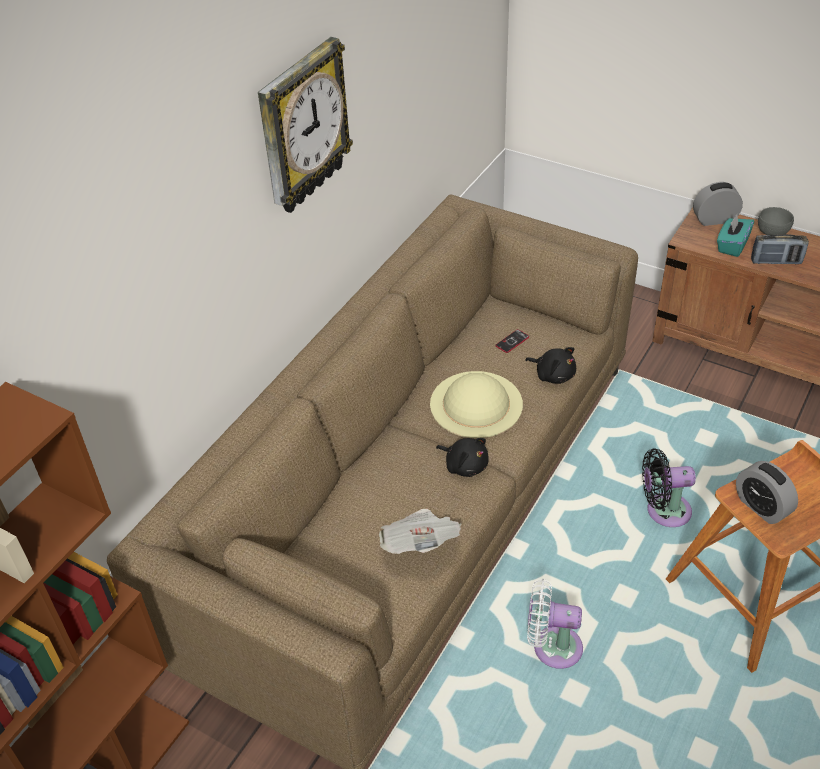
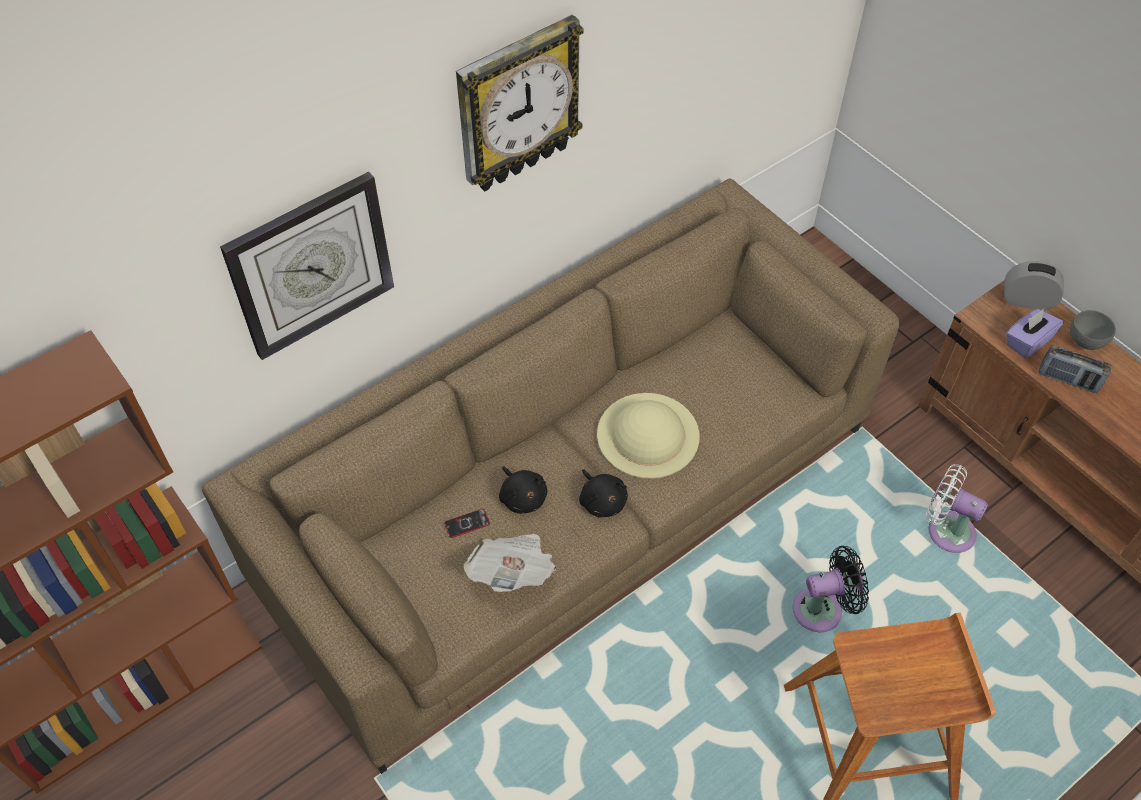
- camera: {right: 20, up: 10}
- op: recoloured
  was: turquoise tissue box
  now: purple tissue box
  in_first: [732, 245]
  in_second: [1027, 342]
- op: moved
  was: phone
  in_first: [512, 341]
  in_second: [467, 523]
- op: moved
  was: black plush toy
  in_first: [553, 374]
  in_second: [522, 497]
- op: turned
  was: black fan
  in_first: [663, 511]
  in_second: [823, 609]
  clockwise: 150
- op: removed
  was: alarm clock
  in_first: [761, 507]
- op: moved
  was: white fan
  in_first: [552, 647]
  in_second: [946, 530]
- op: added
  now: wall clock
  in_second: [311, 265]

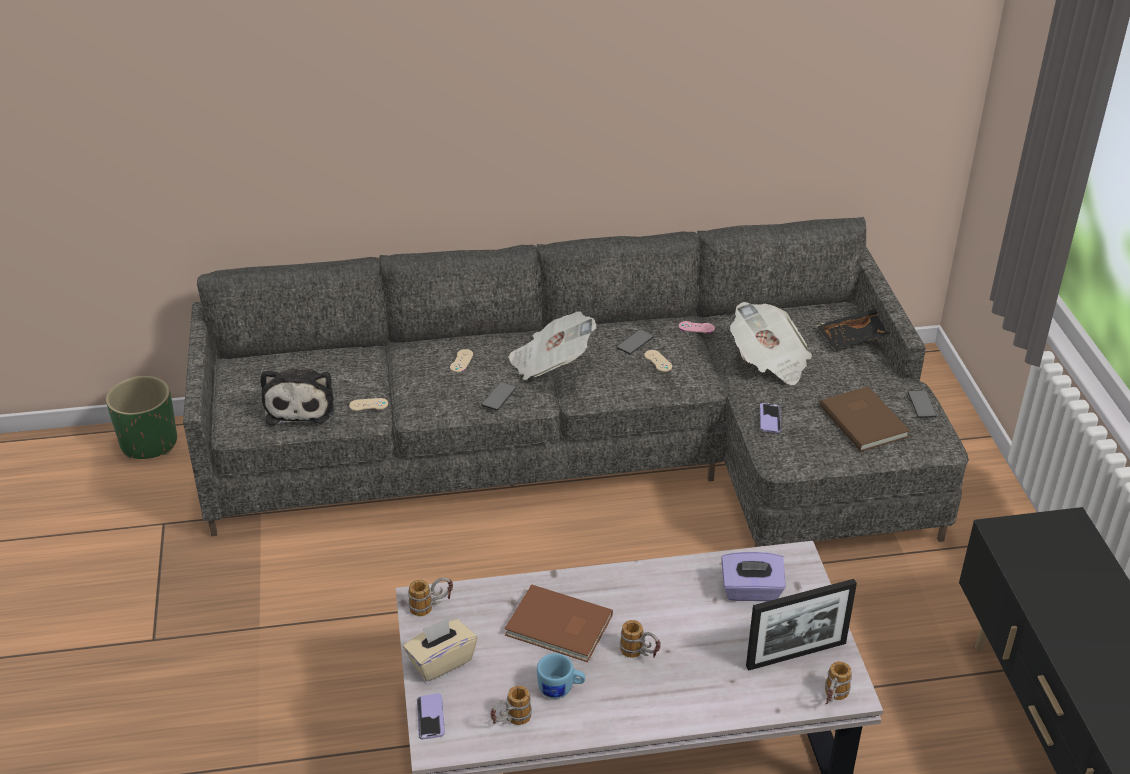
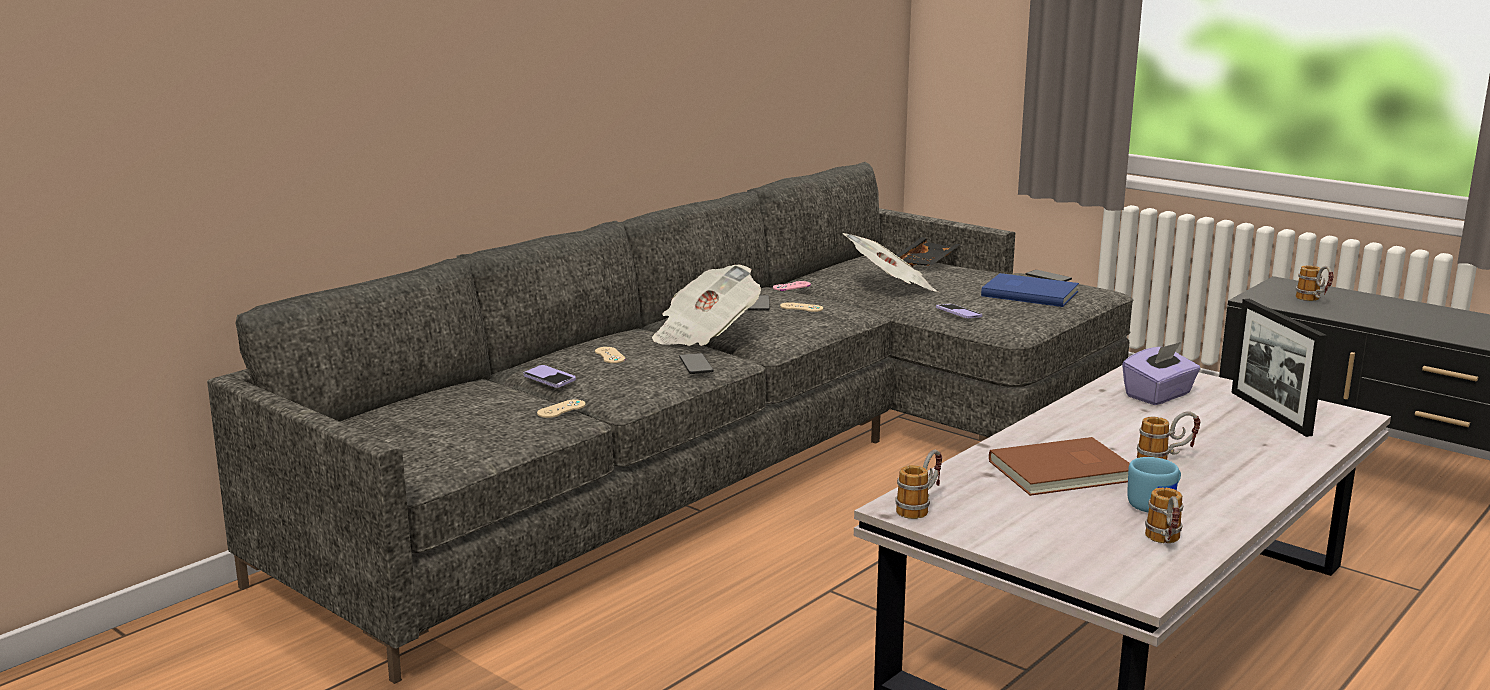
- camera: {right: -40, up: -20}
- op: removed
  was: plush toy
  in_first: [301, 405]
- op: removed
  was: green planter
  in_first: [149, 443]
- op: recoloured
  was: brown book
  now: blue book
  in_first: [865, 420]
  in_second: [1029, 293]
- op: turned
  was: picture frame
  in_first: [796, 654]
  in_second: [1270, 413]
  clockwise: 135
- op: removed
  was: beige tissue box
  in_first: [441, 661]
- op: moved
  was: mug
  in_first: [833, 699]
  in_second: [1313, 300]
- op: moved
  was: phone
  in_first: [430, 717]
  in_second: [549, 378]

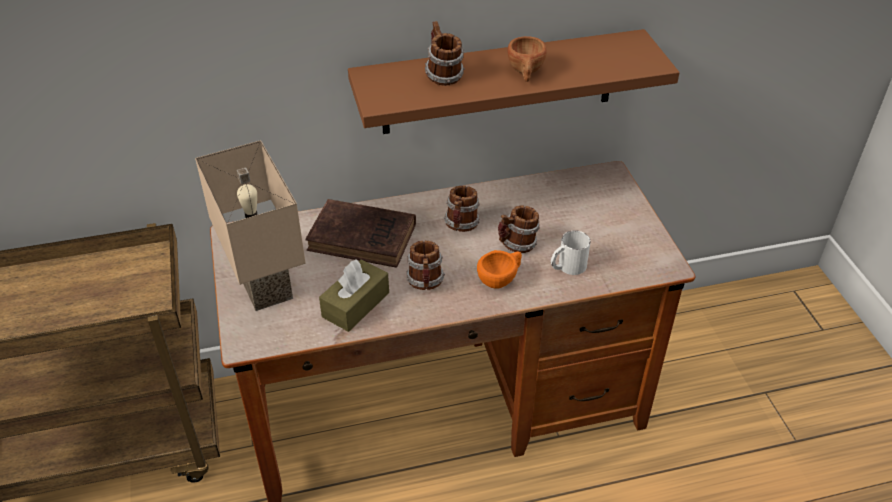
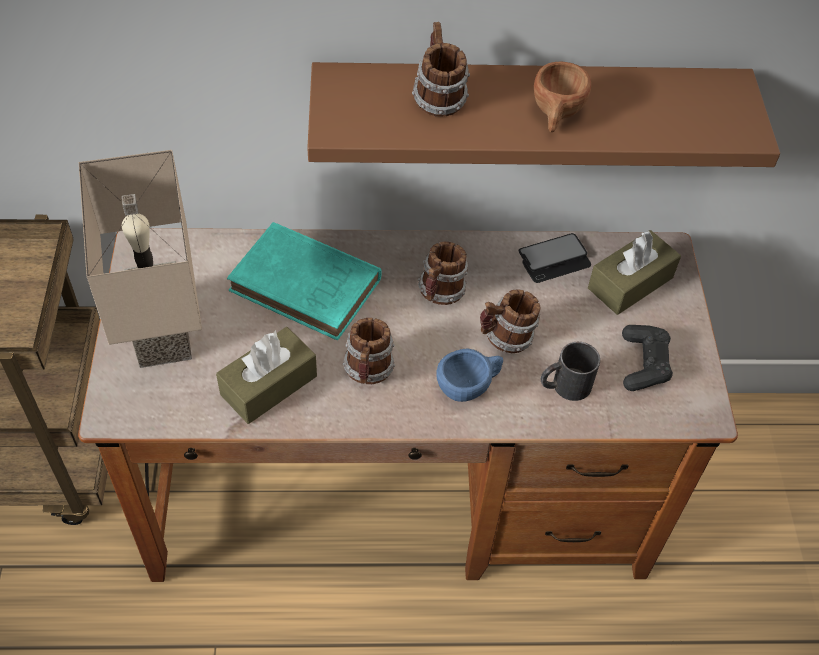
- camera: {right: 10, up: 10}
- op: recoloured
  was: brown book
  now: turquoise book
  in_first: [365, 238]
  in_second: [309, 287]
- op: recoloured
  was: white mug
  now: black mug
  in_first: [567, 267]
  in_second: [564, 386]
- op: recoloured
  was: orange cup
  now: blue cup
  in_first: [501, 279]
  in_second: [469, 386]
- op: added
  now: brown tissue box
  in_second: [630, 283]
- op: added
  now: phone
  in_second: [554, 259]
- op: added
  now: black game controller
  in_second: [644, 363]

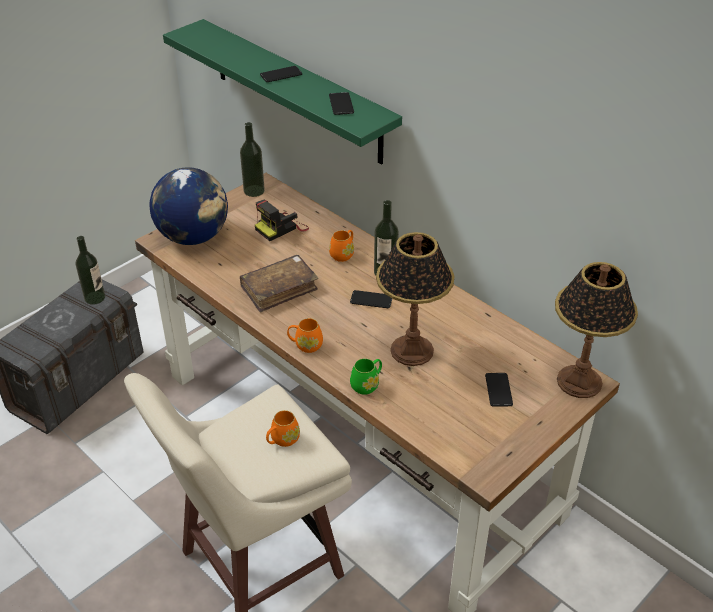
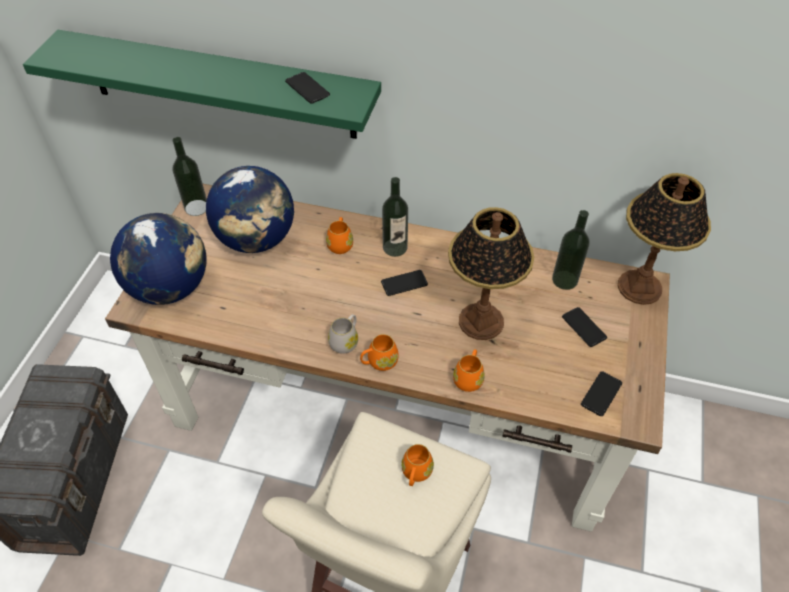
- camera: {right: -30, up: 10}
- op: moved
  was: phone
  in_first: [281, 75]
  in_second: [601, 394]
- op: replaced
  was: photo camera
  now: globe
  in_first: [281, 228]
  in_second: [257, 239]
- op: moved
  was: bottle
  in_first: [95, 298]
  in_second: [564, 280]
- op: removed
  was: brown book
  in_first: [279, 289]
- op: recoloured
  was: green mug
  now: orange mug
  in_first: [367, 384]
  in_second: [468, 378]
- op: added
  now: white mug
  in_second: [345, 341]

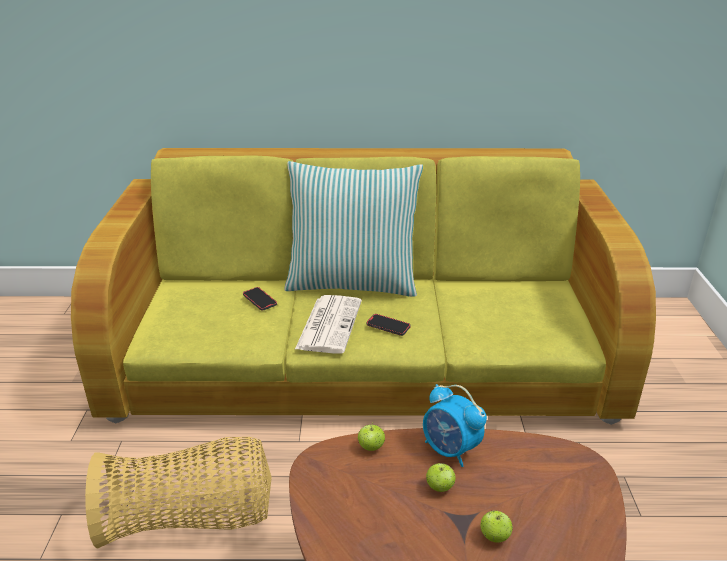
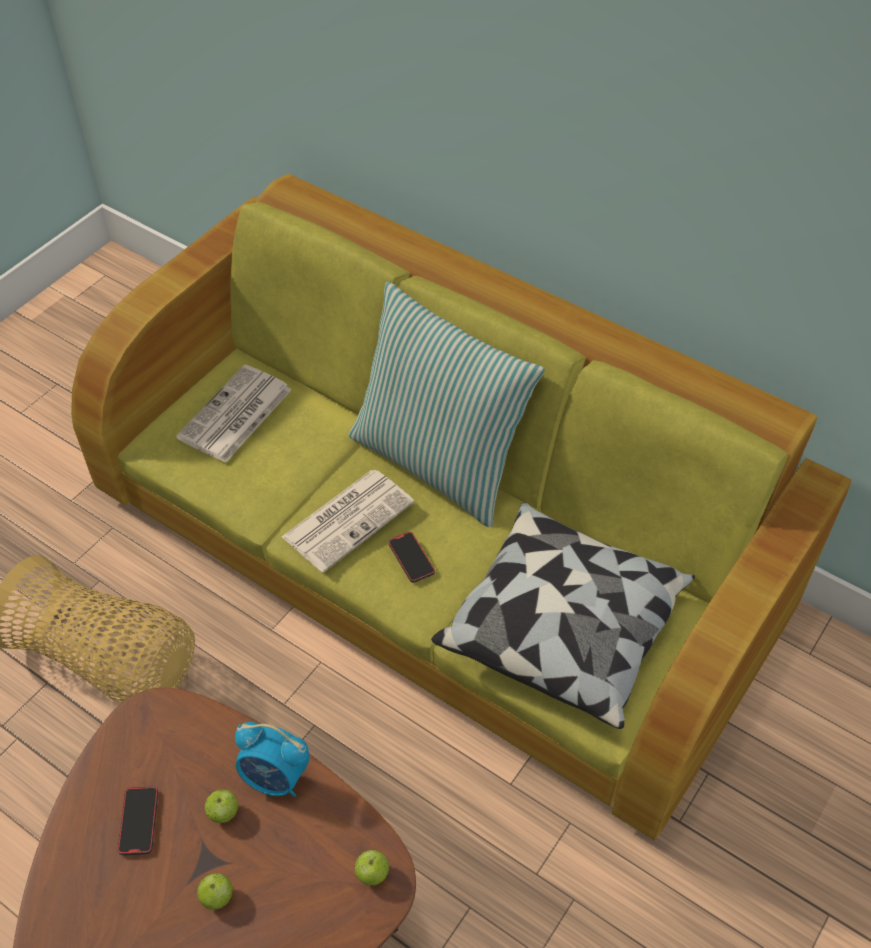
- camera: {right: 35, up: 20}
- op: moved
  was: phone
  in_first: [260, 300]
  in_second: [139, 822]
- op: turned
  was: alarm clock
  in_first: [450, 450]
  in_second: [275, 778]
  clockwise: -60
- op: moved
  was: apple
  in_first: [371, 447]
  in_second: [372, 874]
- op: added
  now: newspaper
  in_second: [235, 415]
- op: added
  now: pillow
  in_second: [563, 627]

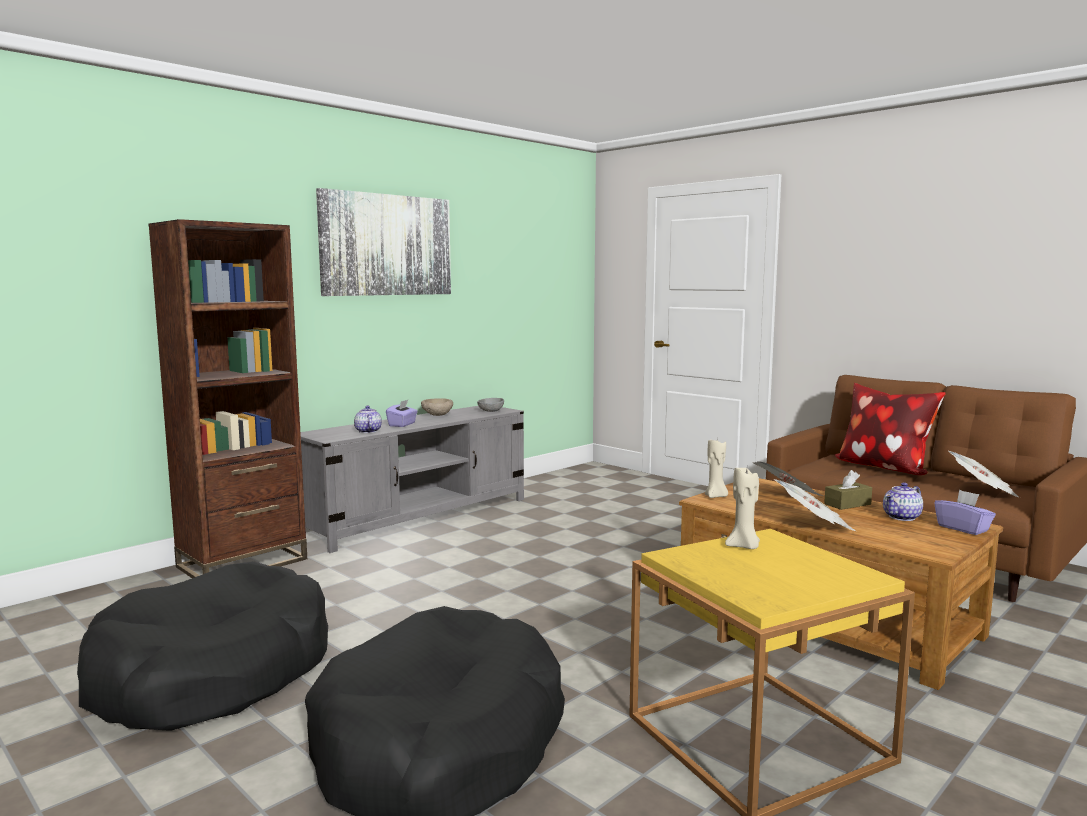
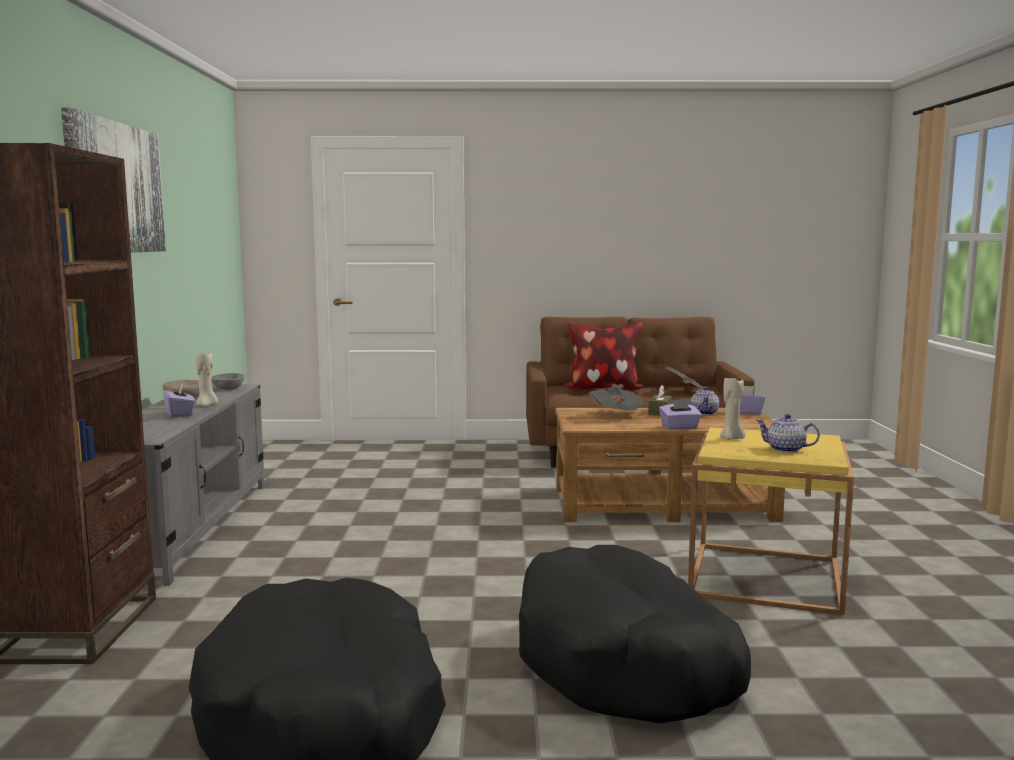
- camera: {right: -45, up: 0}
- op: moved
  was: teapot
  in_first: [367, 431]
  in_second: [786, 449]
- op: moved
  was: beige candle
  in_first: [715, 496]
  in_second: [207, 405]
- op: replaced
  was: newspaper
  now: purple tissue box
  in_first: [814, 525]
  in_second: [679, 427]

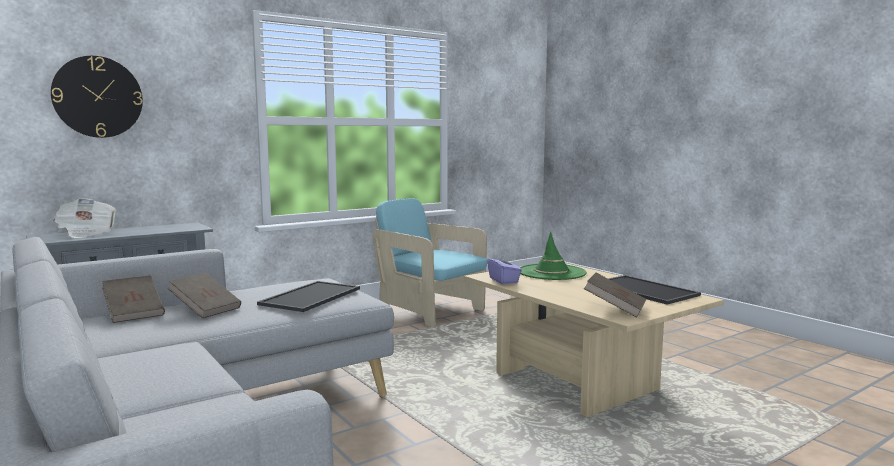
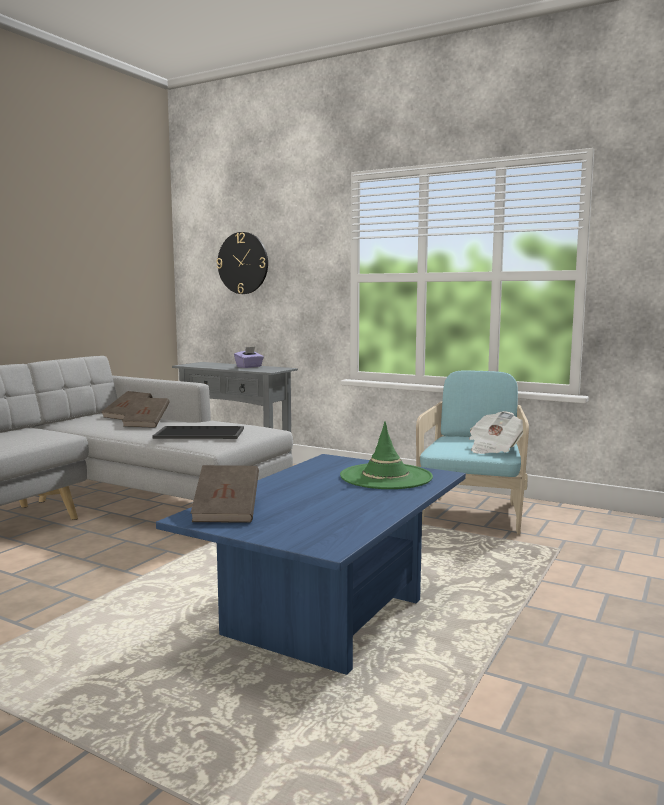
- camera: {right: 65, up: 0}
- op: moved
  was: newspaper
  in_first: [86, 233]
  in_second: [494, 448]
- op: moved
  was: purple tissue box
  in_first: [504, 280]
  in_second: [249, 367]
- op: recoloured
  was: beige coffee table
  now: blue coffee table
  in_first: [580, 381]
  in_second: [329, 620]
- op: removed
  was: tray
  in_first: [642, 290]

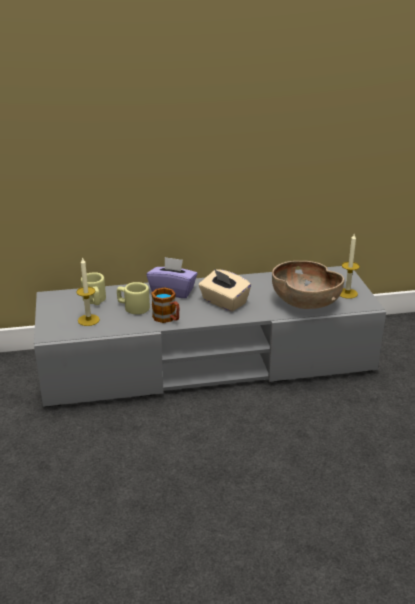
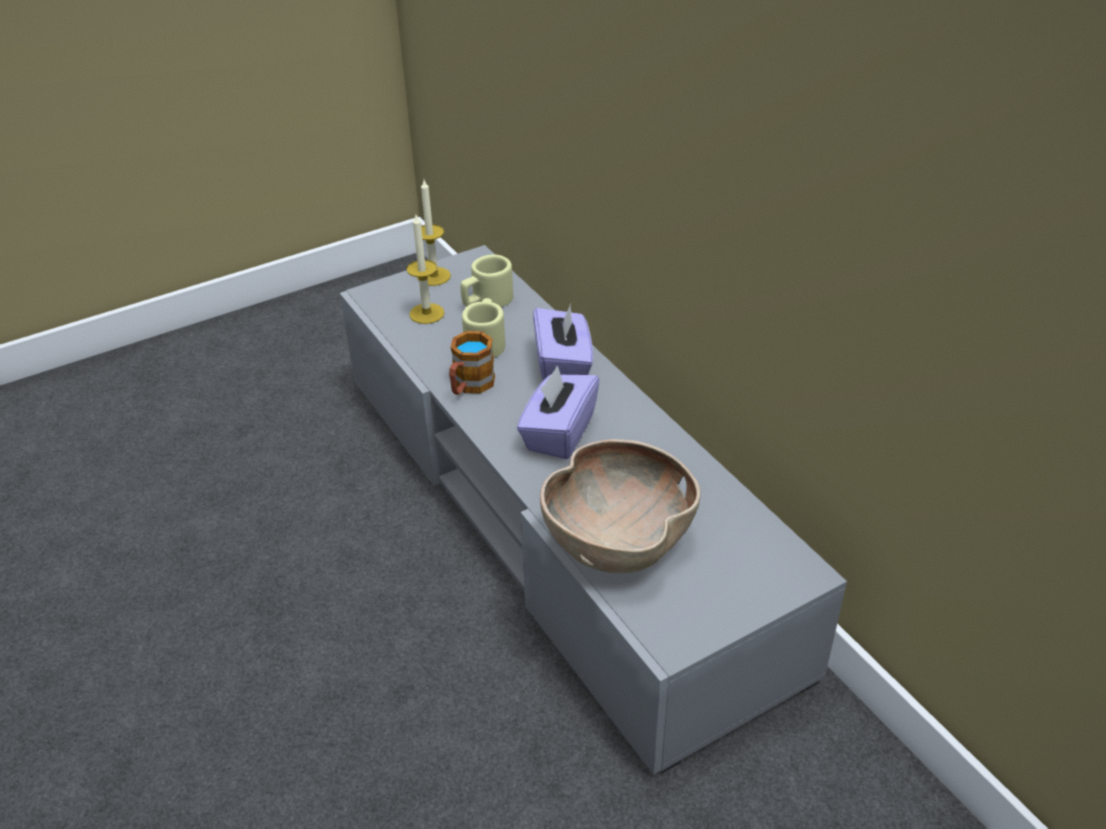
- camera: {right: 70, up: 10}
- op: moved
  was: candle
  in_first: [347, 293]
  in_second: [434, 276]
- op: recoloured
  was: beige tissue box
  now: purple tissue box
  in_first: [224, 302]
  in_second: [558, 433]

